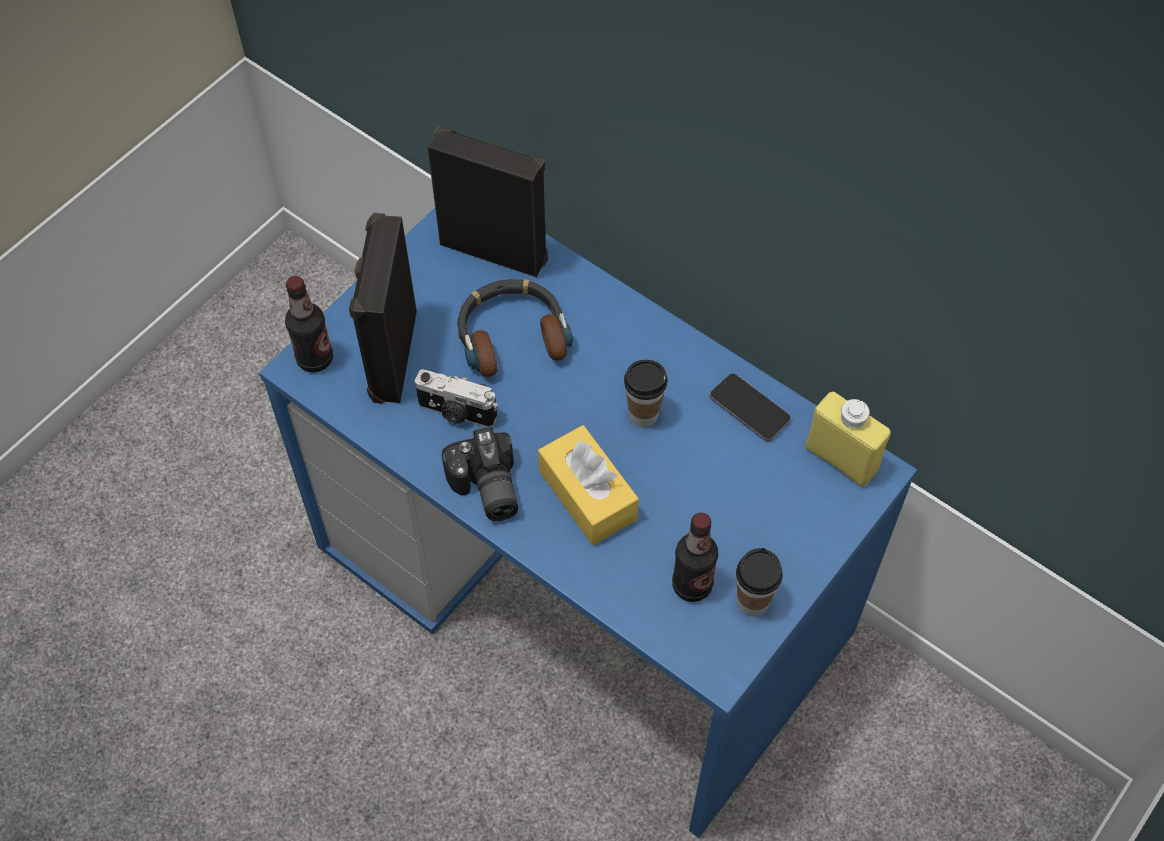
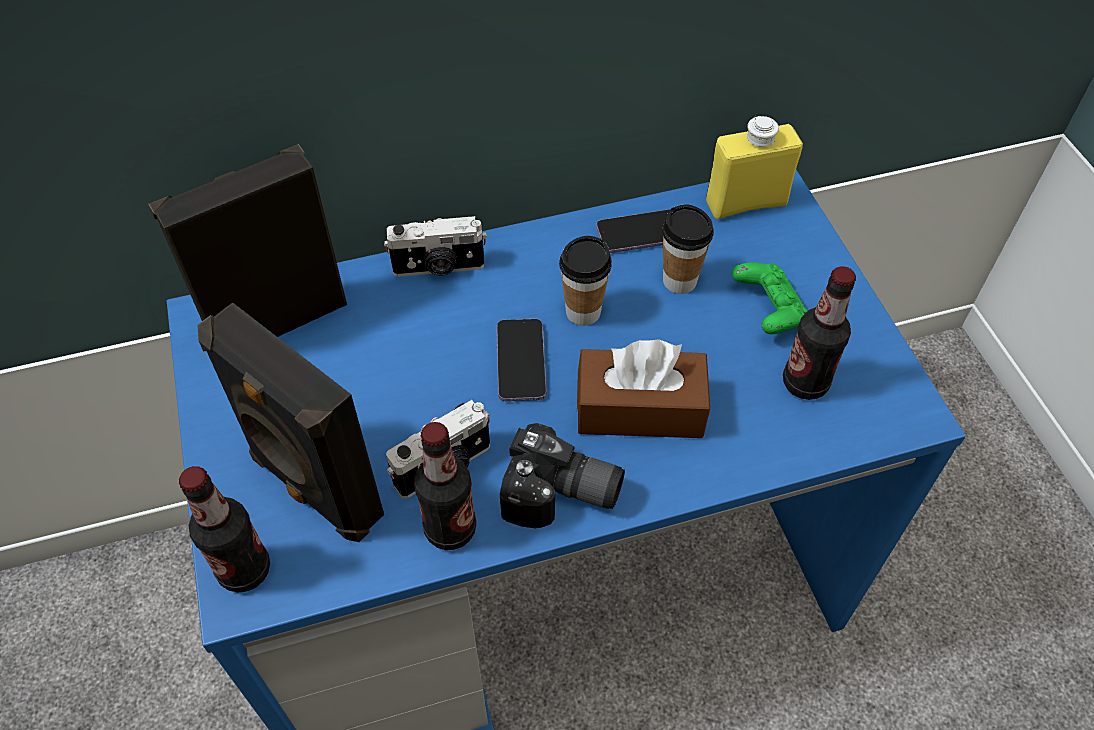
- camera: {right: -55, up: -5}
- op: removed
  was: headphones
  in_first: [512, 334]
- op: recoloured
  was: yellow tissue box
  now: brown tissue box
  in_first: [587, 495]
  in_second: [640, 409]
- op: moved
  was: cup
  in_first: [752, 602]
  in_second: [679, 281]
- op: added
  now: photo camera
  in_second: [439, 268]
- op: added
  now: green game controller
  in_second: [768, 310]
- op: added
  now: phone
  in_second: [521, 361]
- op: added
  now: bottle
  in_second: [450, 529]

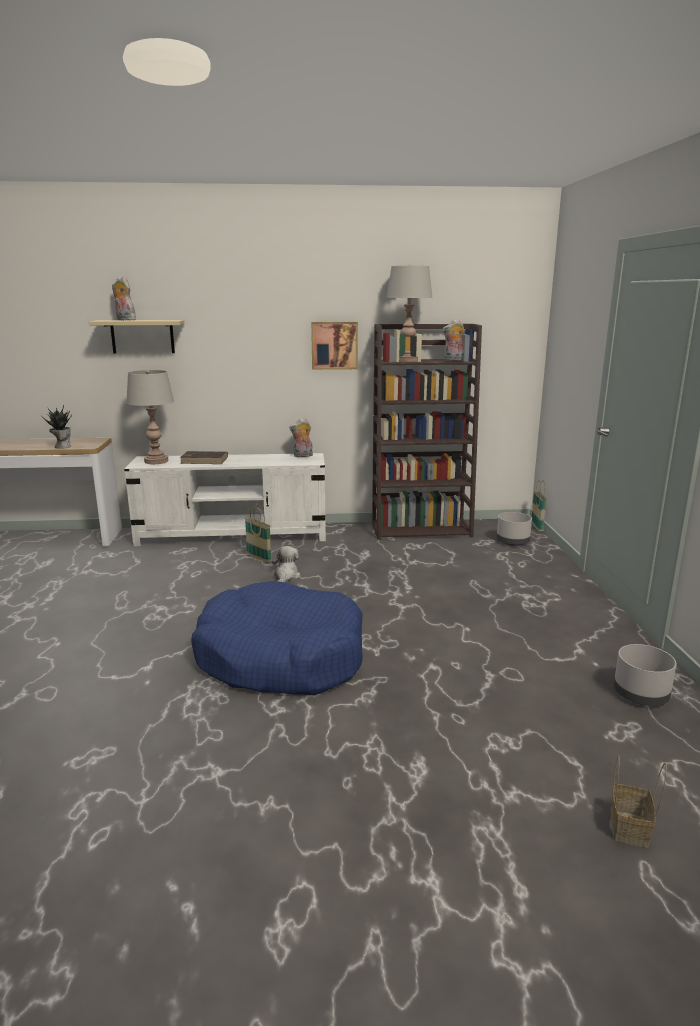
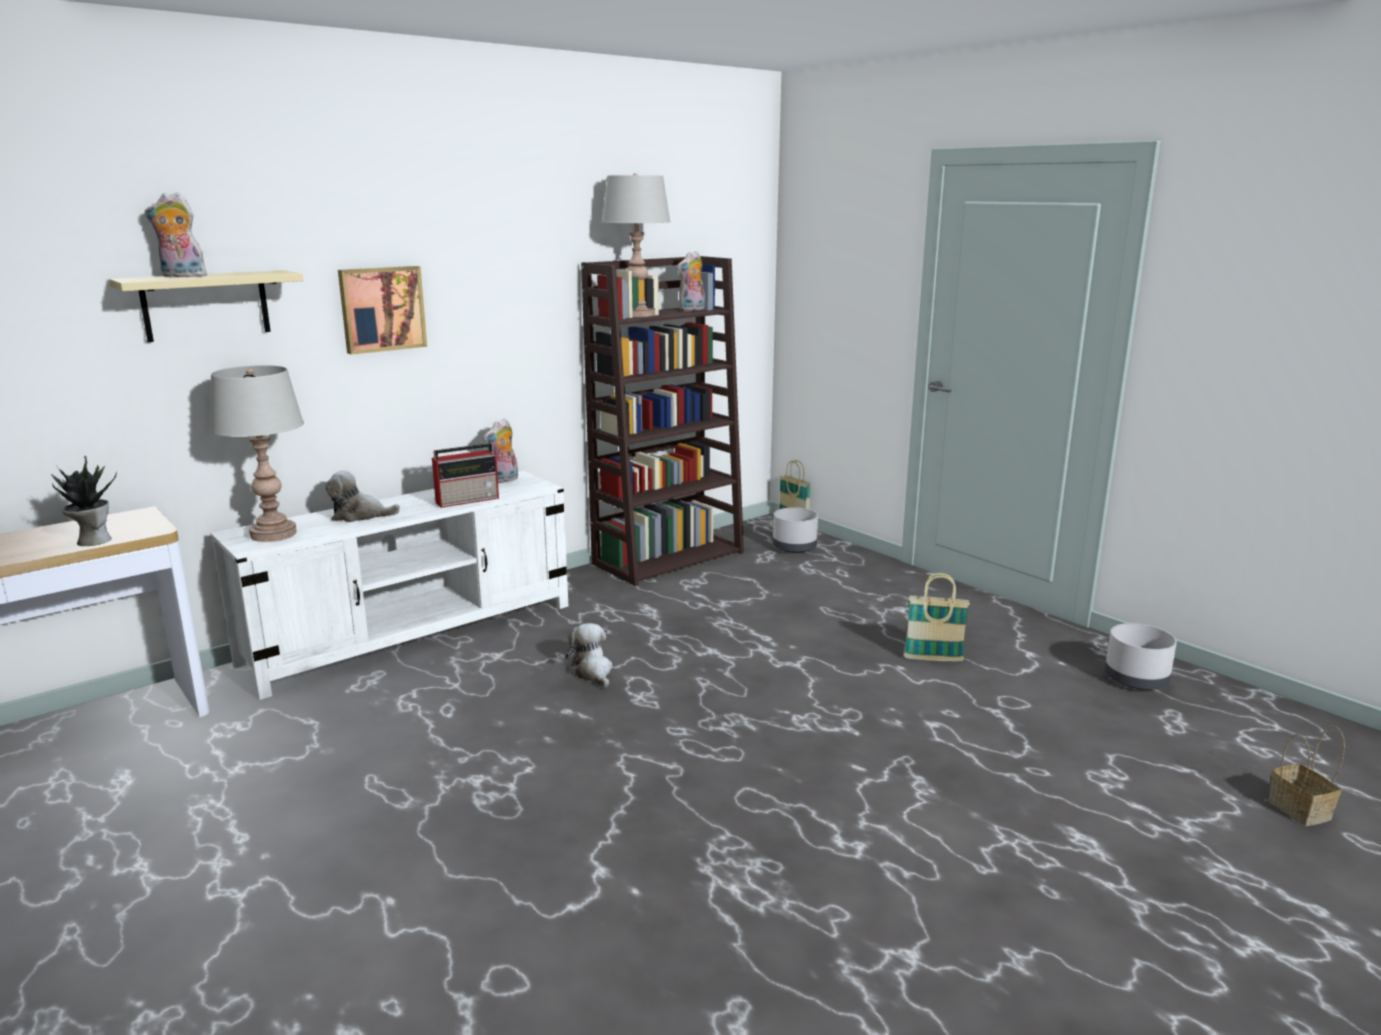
- camera: {right: -35, up: 0}
- op: moved
  was: picture
  in_first: [334, 345]
  in_second: [382, 309]
- op: replaced
  was: brown book
  now: plush toy
  in_first: [205, 460]
  in_second: [359, 515]
- op: moved
  was: basket
  in_first: [259, 558]
  in_second: [933, 659]
- op: removed
  was: blue dog bed
  in_first: [280, 657]
- op: added
  now: radio
  in_second: [468, 500]

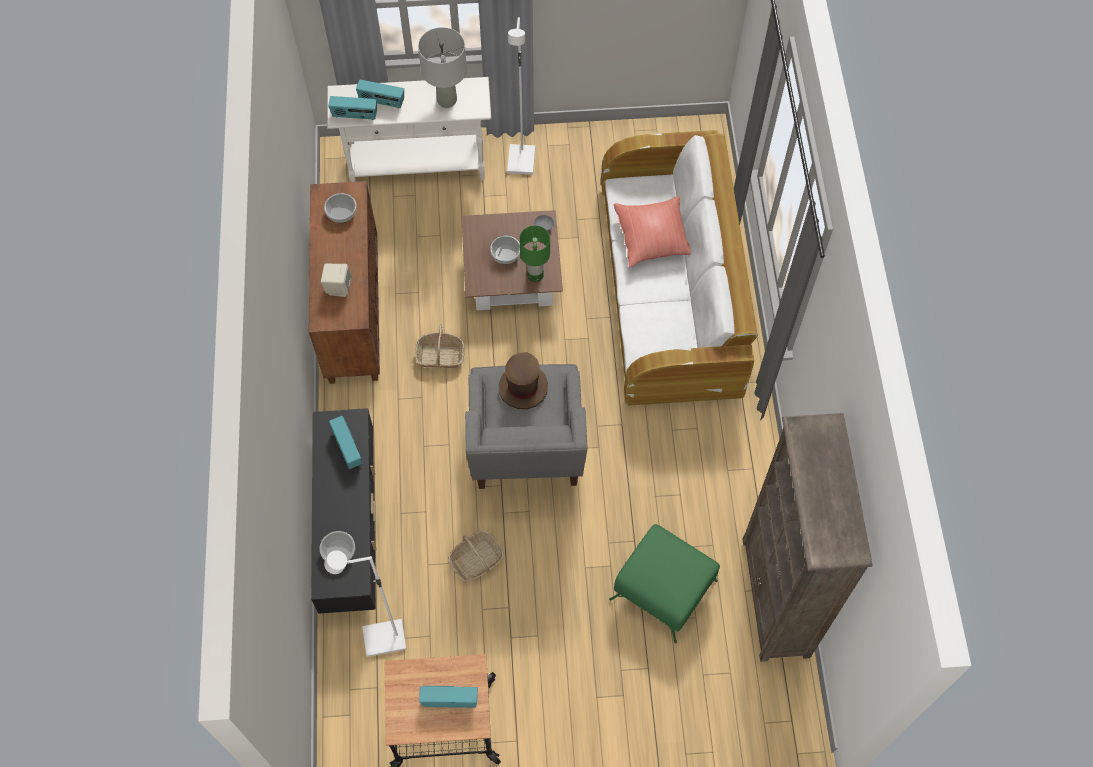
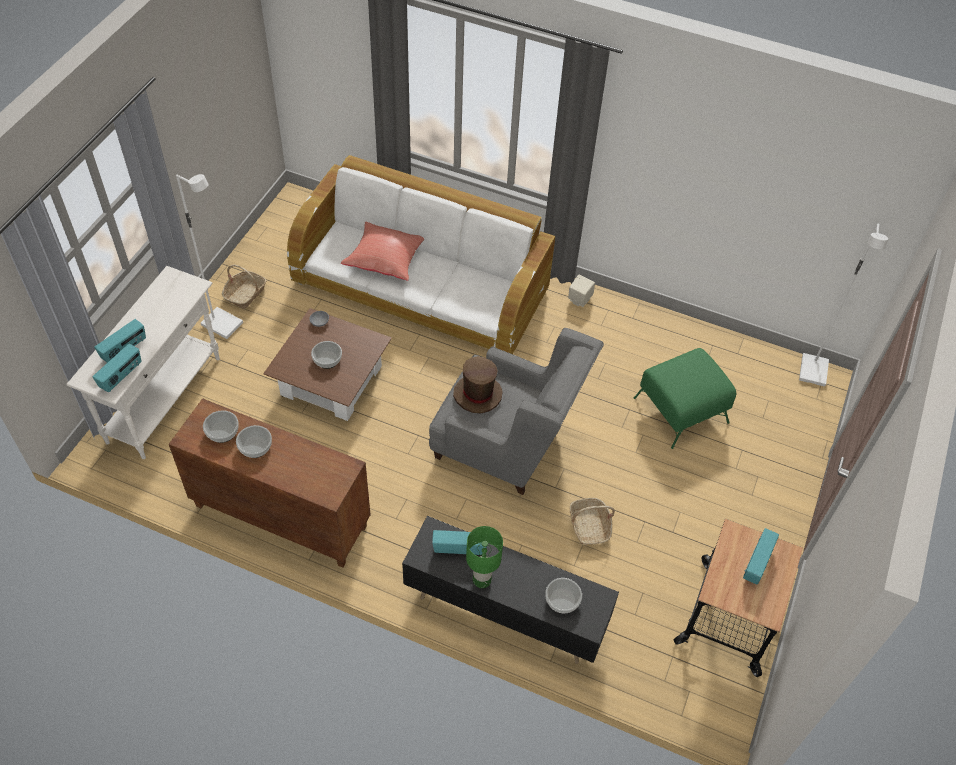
- camera: {right: -65, up: -10}
- op: removed
  was: grey table lamp
  in_first: [446, 100]
- op: moved
  was: green table lamp
  in_first: [535, 275]
  in_second: [482, 579]
- op: moved
  was: beige speaker
  in_first: [338, 287]
  in_second: [579, 299]
- op: moved
  was: basket
  in_first: [440, 356]
  in_second: [245, 294]
- op: removed
  was: brown bookcase
  in_first: [775, 598]
- op: moved
  was: white floor lamp
  in_first: [384, 640]
  in_second: [814, 372]
- op: added
  now: bowl
  in_second: [255, 446]

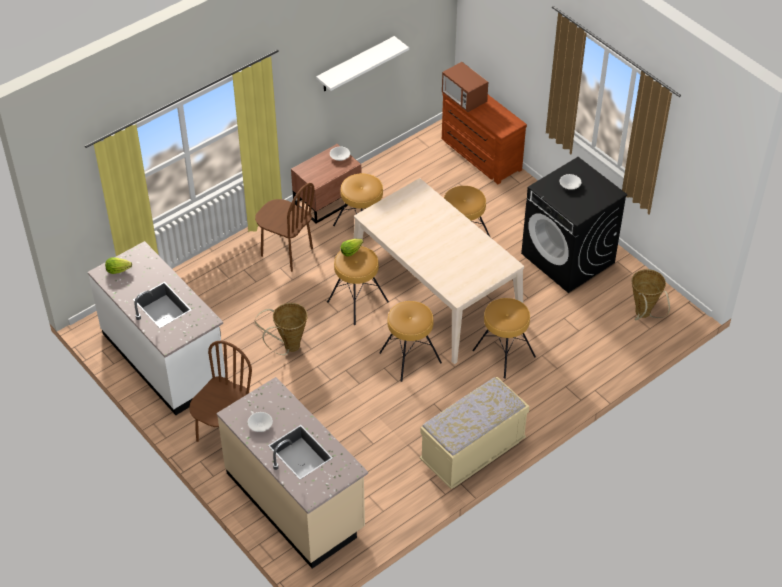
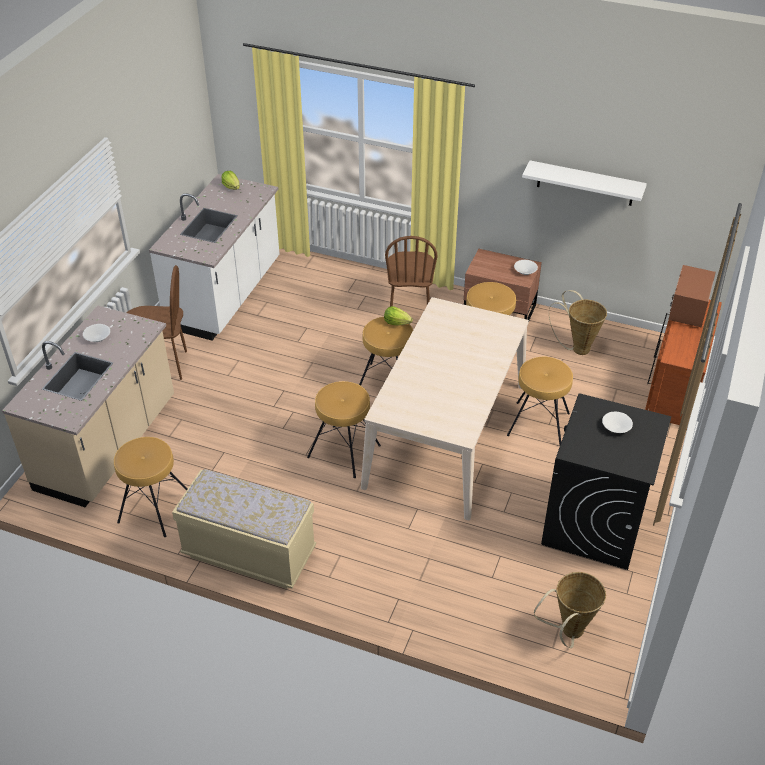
- camera: {right: 60, up: -5}
- op: moved
  was: brown stool
  in_first: [503, 354]
  in_second: [154, 508]
- op: moved
  was: basket
  in_first: [288, 347]
  in_second: [577, 348]

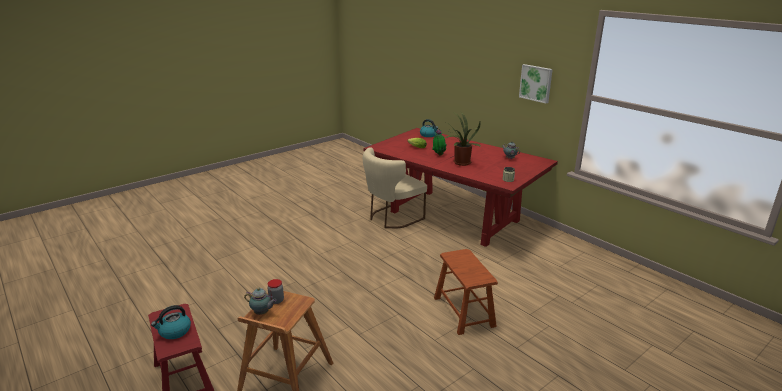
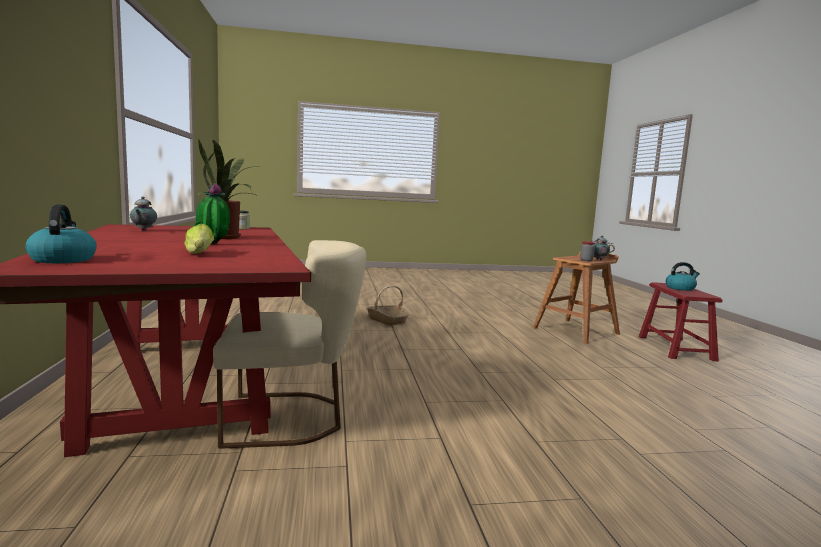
- camera: {right: -150, up: -15}
- op: removed
  was: picture
  in_first: [536, 83]
- op: replaced
  was: brown stool
  now: basket
  in_first: [463, 312]
  in_second: [387, 320]

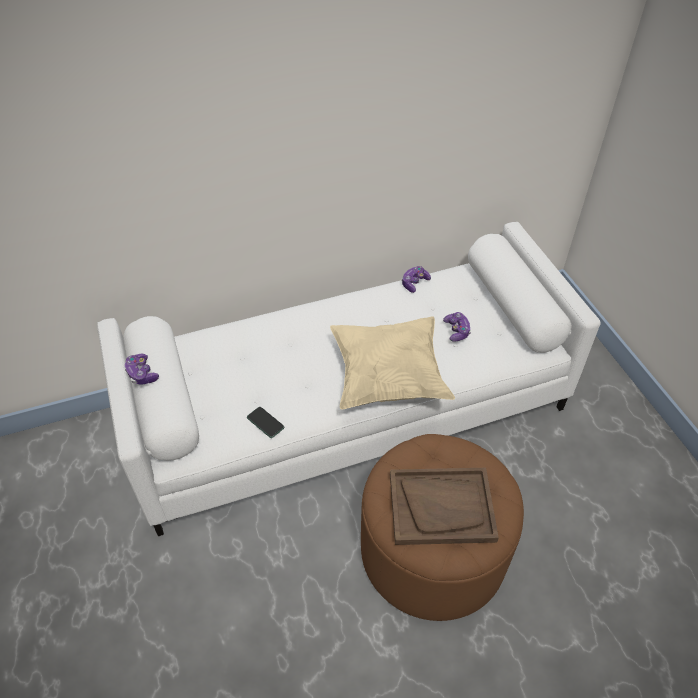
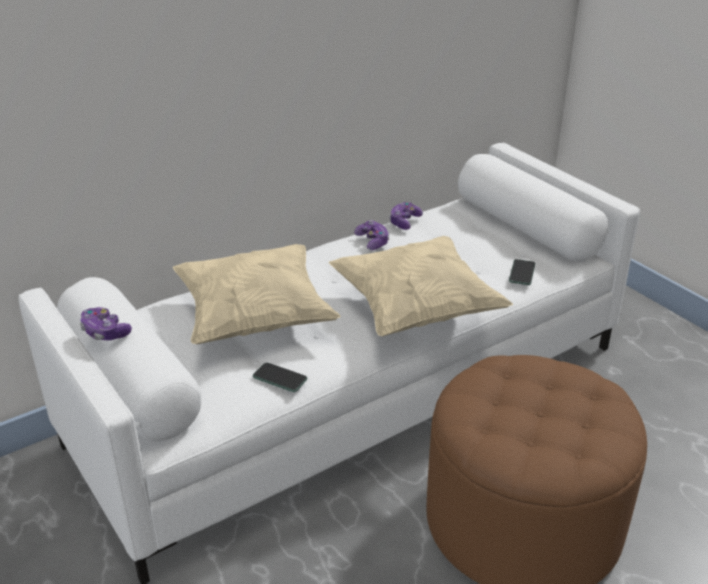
- camera: {right: -15, up: -15}
- op: moved
  was: game controller
  in_first: [456, 331]
  in_second: [372, 241]
- op: removed
  was: brown tray
  in_first: [441, 507]
- op: added
  now: beige pillow
  in_second: [255, 318]
- op: added
  now: phone
  in_second: [522, 273]

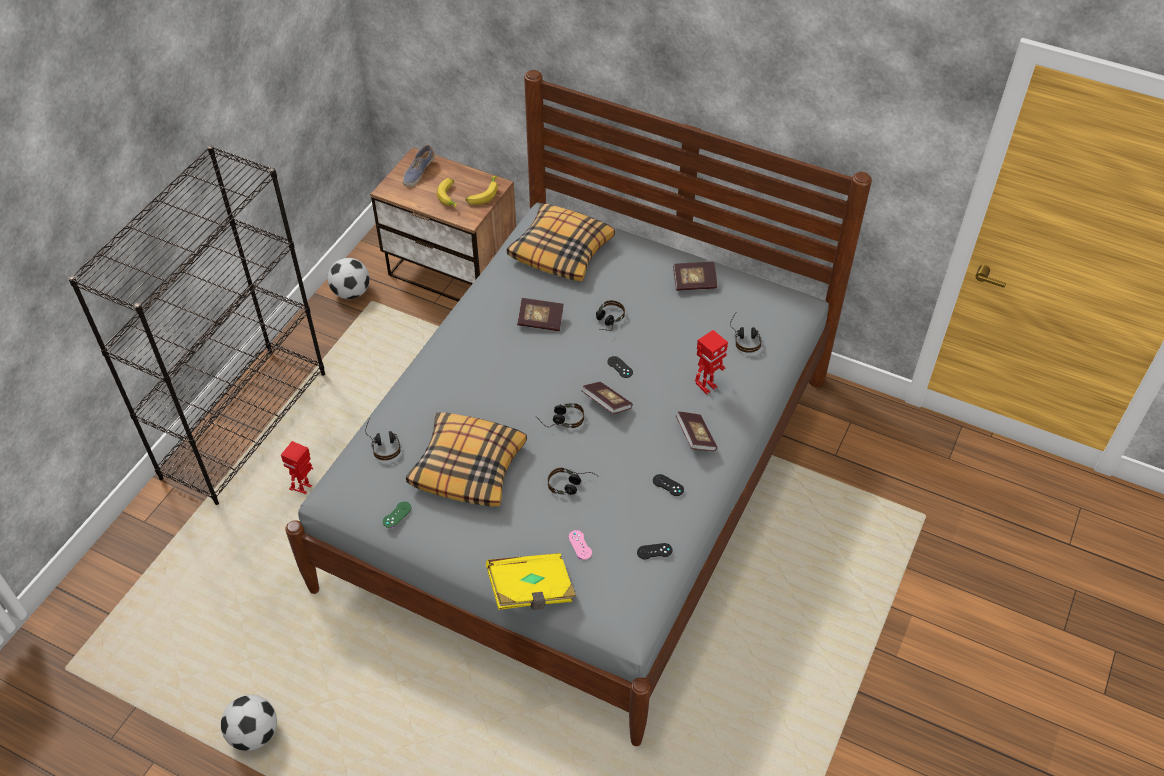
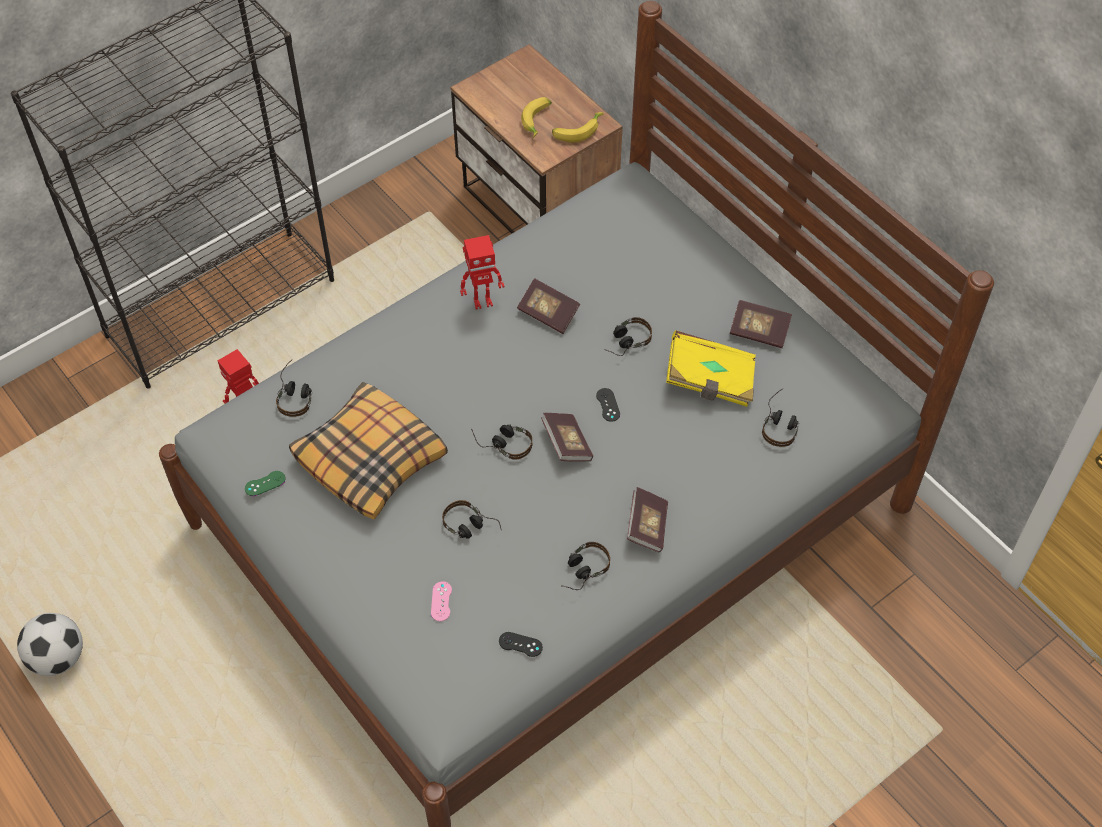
- camera: {right: 25, up: 5}
- op: removed
  was: shoe
  in_first: [418, 172]
- op: removed
  was: pillow
  in_first: [561, 250]
- op: removed
  was: football
  in_first: [351, 292]
- op: moved
  was: toy robot
  in_first: [707, 387]
  in_second: [482, 301]
- op: replaced
  was: black game controller
  now: headphones
  in_first: [668, 485]
  in_second: [581, 571]
- op: moved
  was: yellow book
  in_first: [531, 591]
  in_second: [710, 381]

